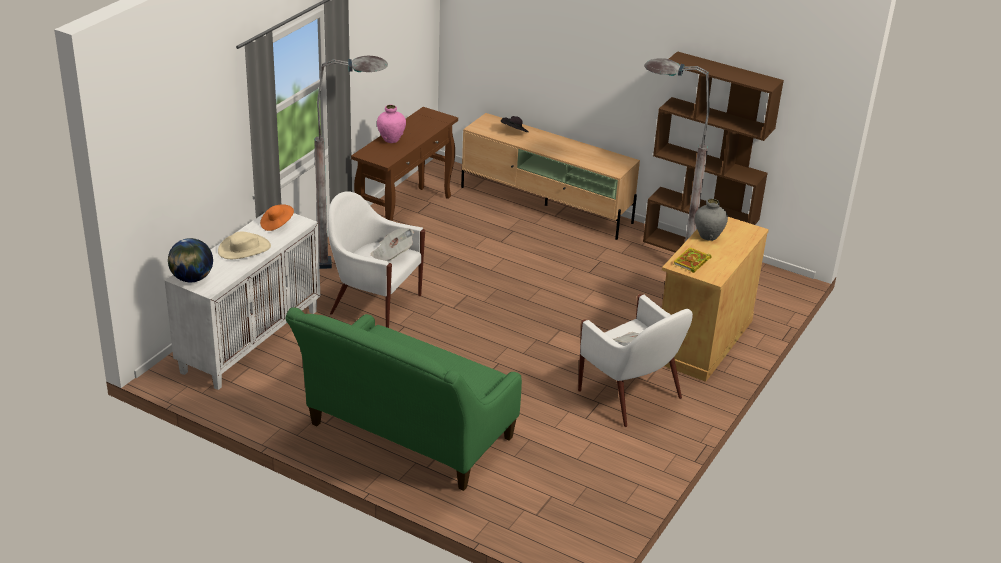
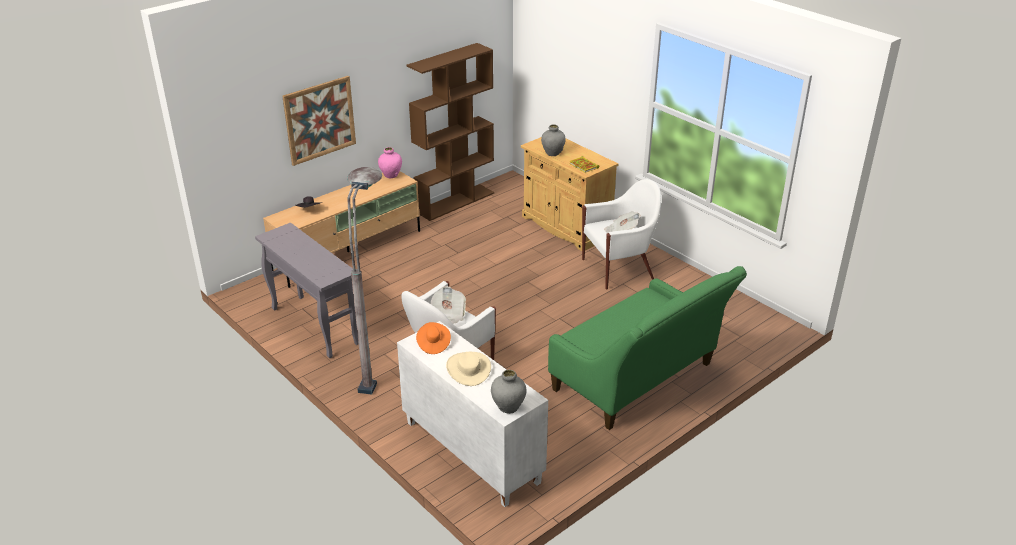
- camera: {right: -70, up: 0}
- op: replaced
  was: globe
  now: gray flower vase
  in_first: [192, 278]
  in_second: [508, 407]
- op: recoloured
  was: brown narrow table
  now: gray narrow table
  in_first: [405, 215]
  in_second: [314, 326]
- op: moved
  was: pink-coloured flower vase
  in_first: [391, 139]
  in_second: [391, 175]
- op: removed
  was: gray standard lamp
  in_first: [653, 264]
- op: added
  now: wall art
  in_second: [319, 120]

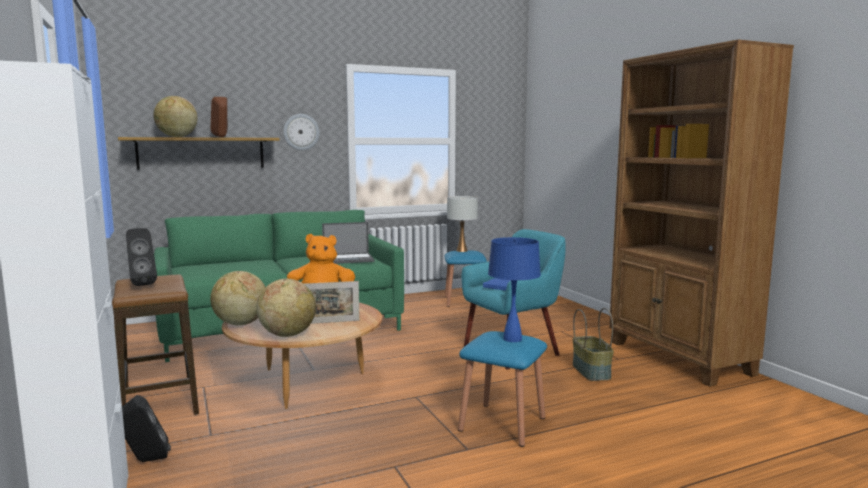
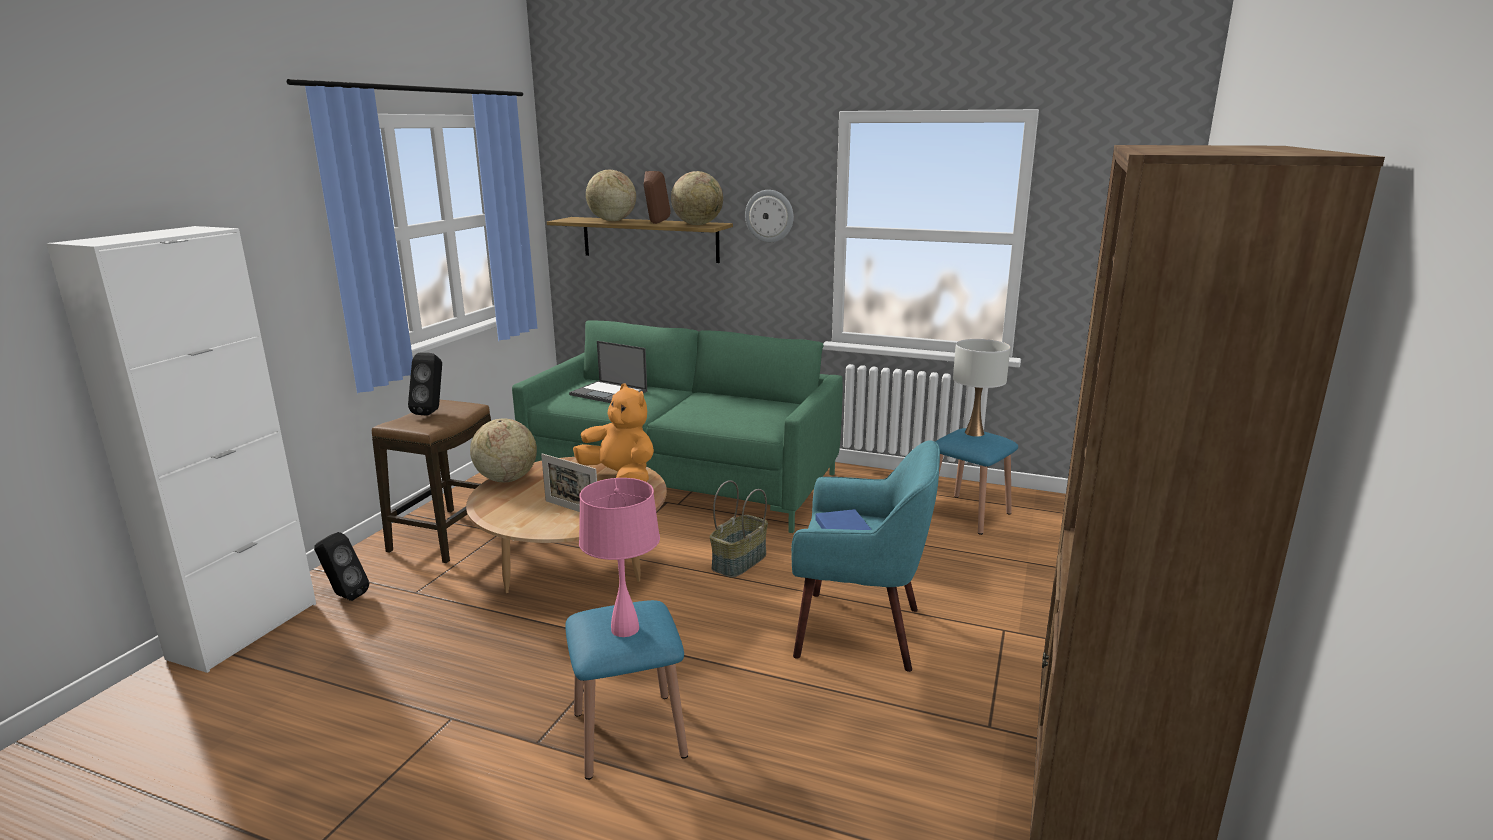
- camera: {right: 45, up: 10}
- op: moved
  was: globe
  in_first: [287, 334]
  in_second: [697, 224]
- op: moved
  was: portable computer
  in_first: [348, 259]
  in_second: [609, 393]
- op: recoloured
  was: blue lamp for a table
  now: pink-coloured lamp for a table
  in_first: [513, 339]
  in_second: [625, 629]
- op: moved
  was: storage basket
  in_first: [592, 371]
  in_second: [739, 562]

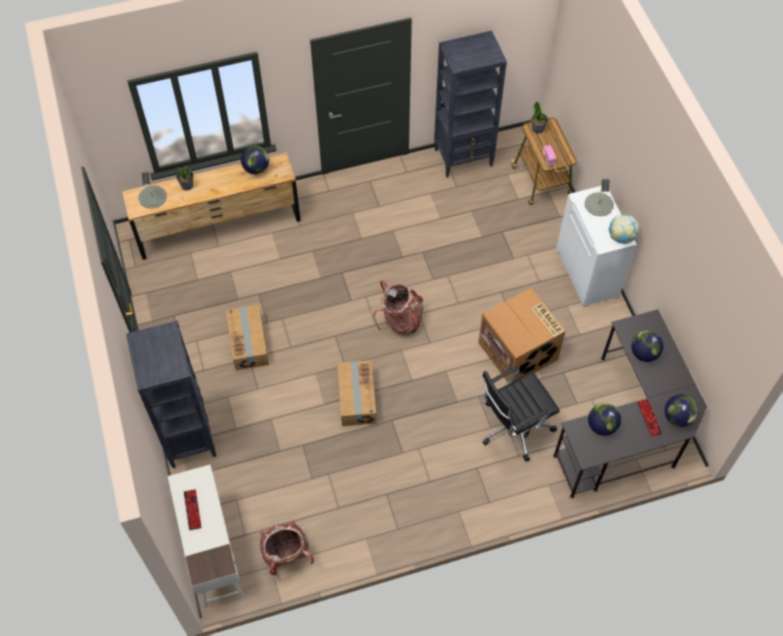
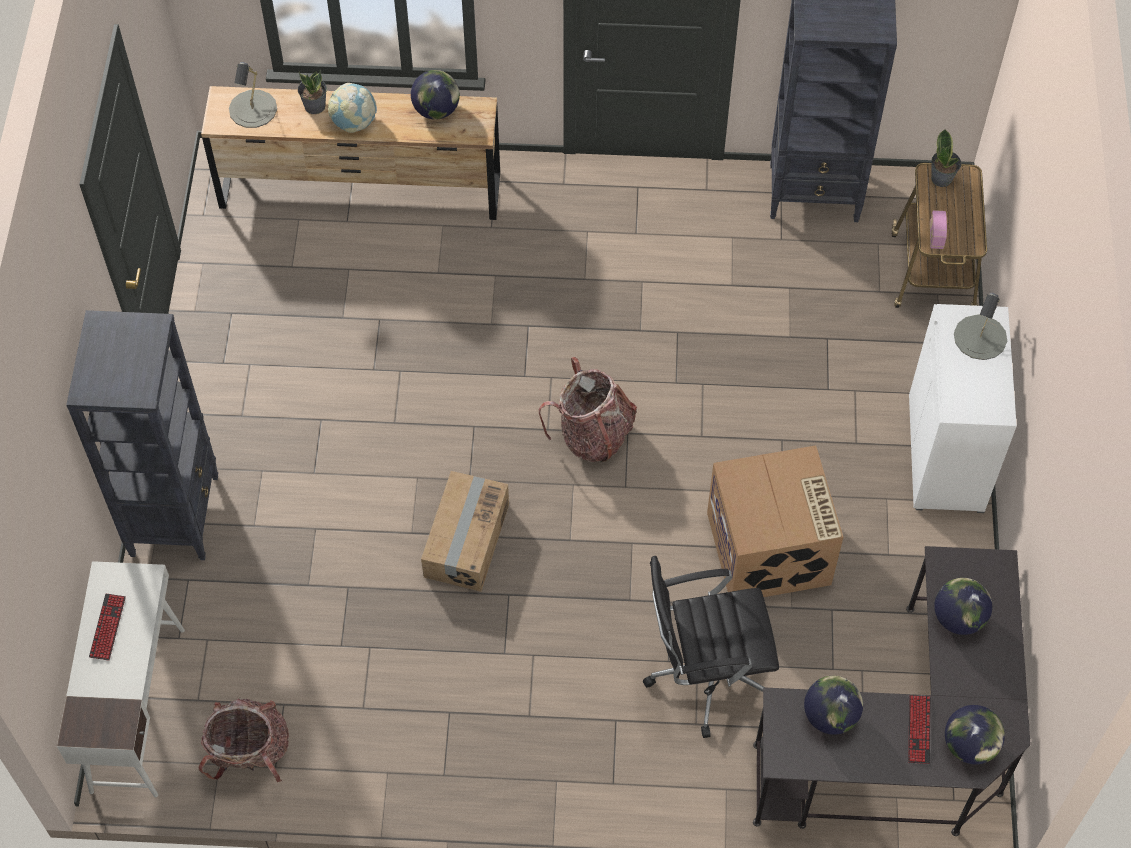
- camera: {right: 20, up: 0}
- op: removed
  was: cardboard box
  in_first: [249, 343]
- op: moved
  was: globe
  in_first: [621, 237]
  in_second: [354, 123]

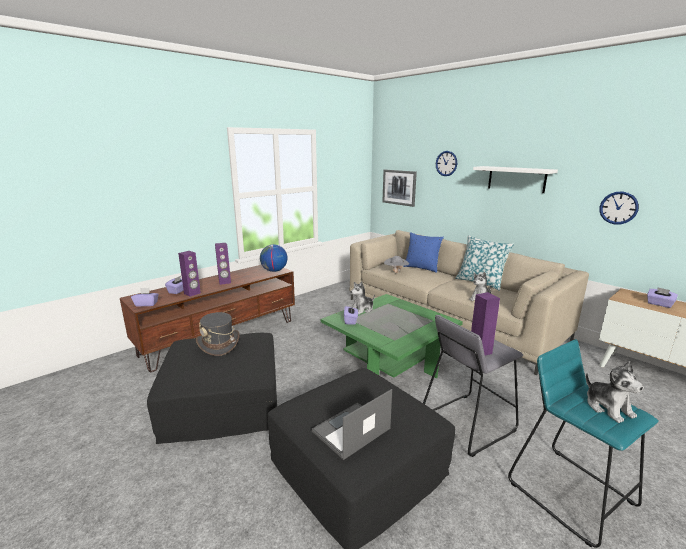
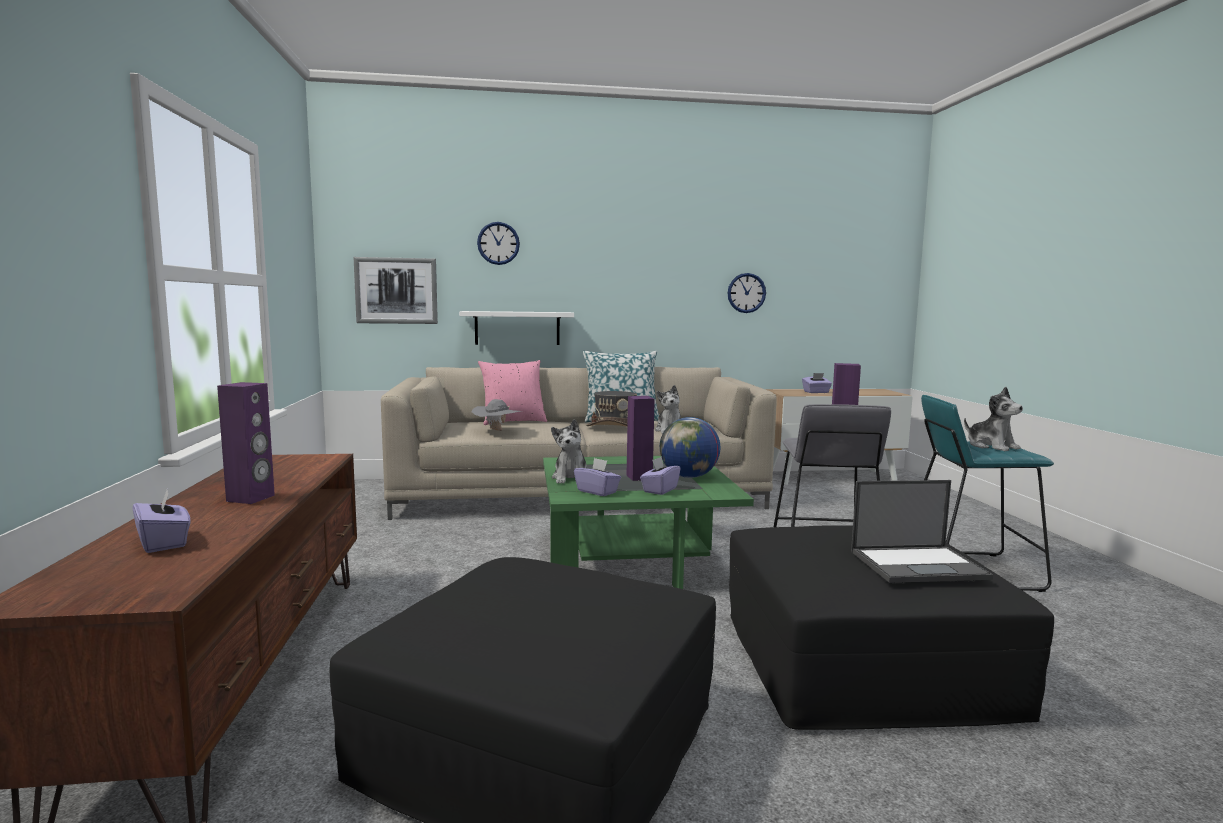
- camera: {right: -55, up: -10}
- op: moved
  was: purple box of tissues
  in_first: [146, 304]
  in_second: [659, 490]
- op: moved
  was: purple loudspeaker
  in_first: [192, 293]
  in_second: [639, 477]
- op: moved
  was: gray hat
  in_first: [219, 344]
  in_second: [615, 427]
- op: moved
  was: globe
  in_first: [274, 271]
  in_second: [689, 476]
- op: turned
  was: portable computer
  in_first: [350, 430]
  in_second: [919, 564]
  clockwise: -90
- op: recoloured
  was: blue pillow
  now: pink-coloured pillow
  in_first: [422, 268]
  in_second: [513, 422]
- op: moved
  was: whitish shelf
  in_first: [516, 179]
  in_second: [517, 328]
- op: turned
  was: plush toy
  in_first: [608, 408]
  in_second: [991, 446]
  clockwise: 45

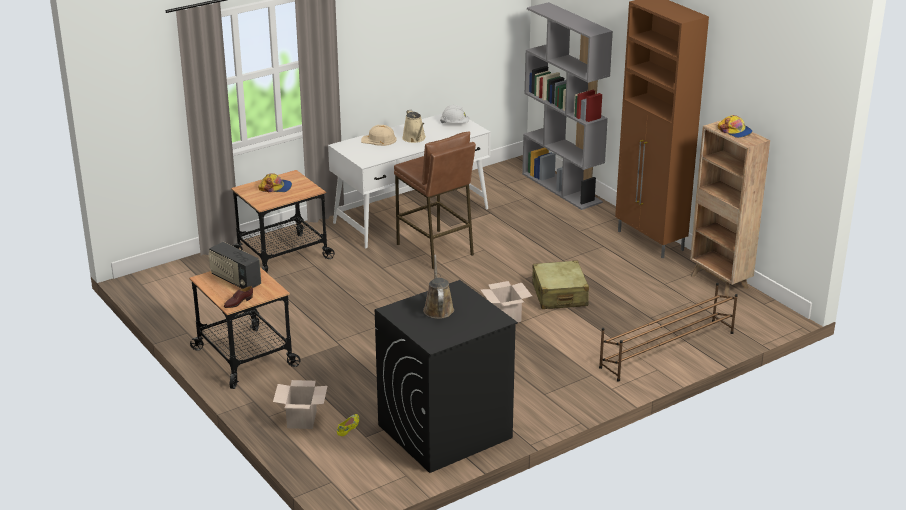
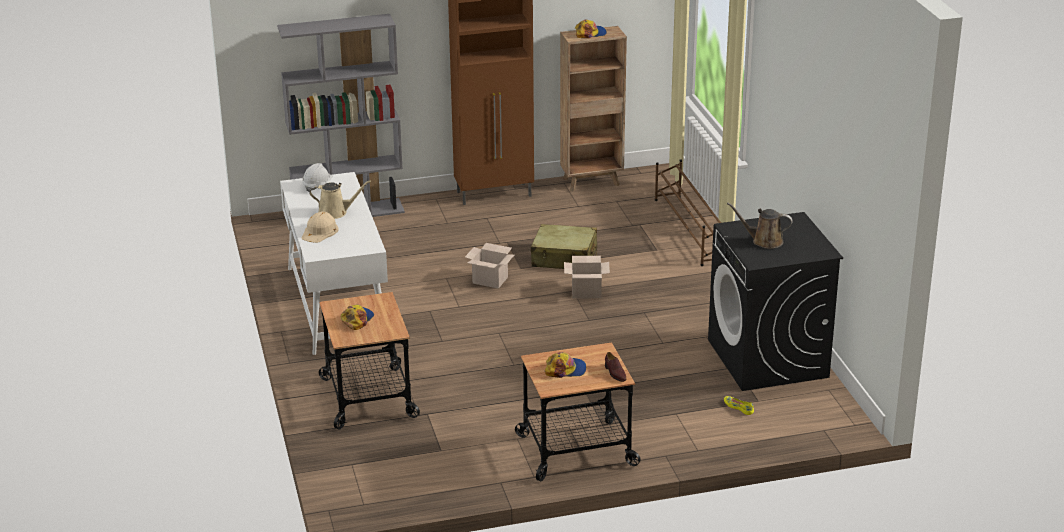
- camera: {right: -70, up: 0}
- op: replaced
  was: radio
  now: cap
  in_first: [235, 280]
  in_second: [565, 369]
- op: moved
  was: cardboard box
  in_first: [302, 420]
  in_second: [491, 280]
- op: removed
  was: brown stool
  in_first: [435, 249]

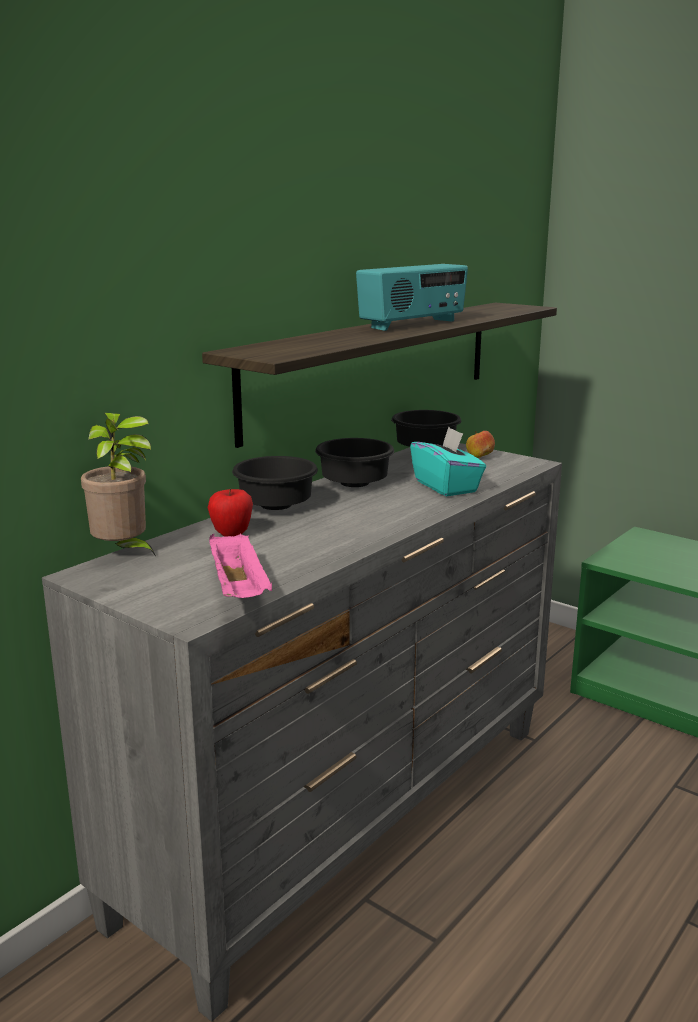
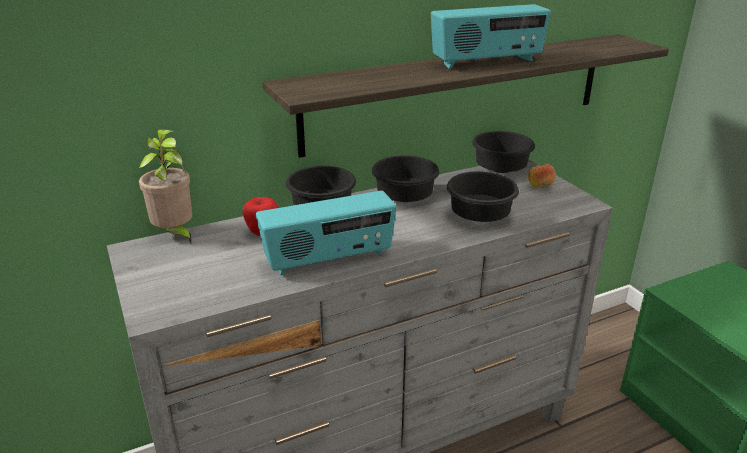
- camera: {right: 25, up: 10}
- op: removed
  was: pink-coloured tray
  in_first: [239, 590]
- op: replaced
  was: turquoise-coloured box of tissues
  now: black deep dish
  in_first: [446, 486]
  in_second: [477, 216]
- op: added
  now: radio
  in_second: [329, 259]

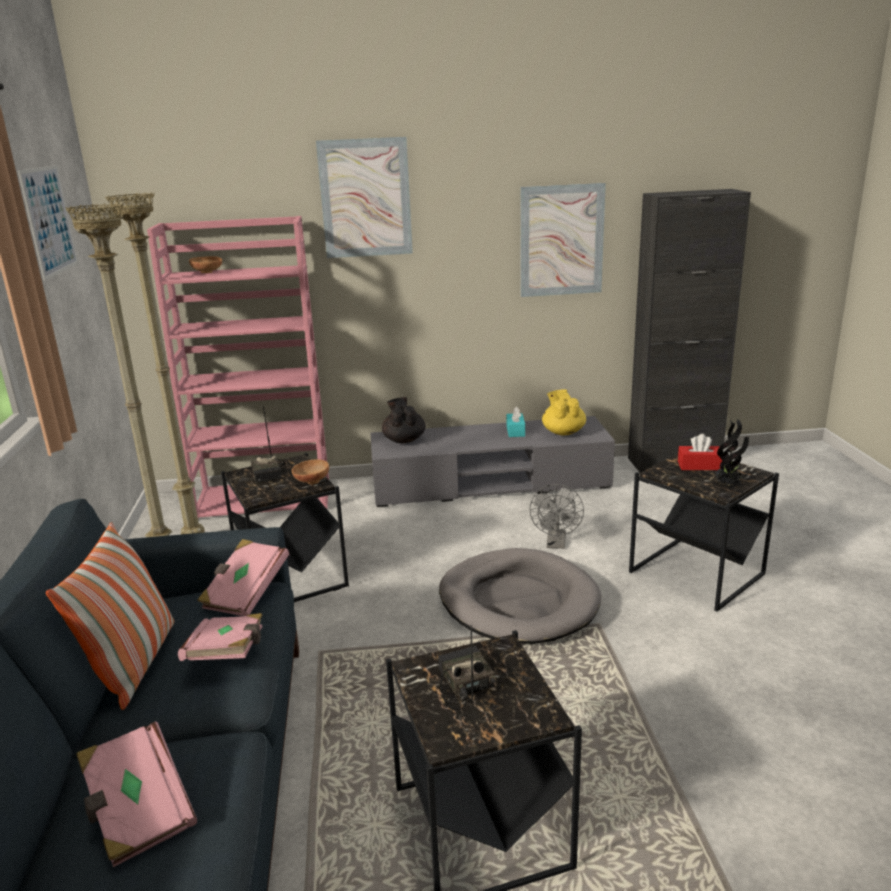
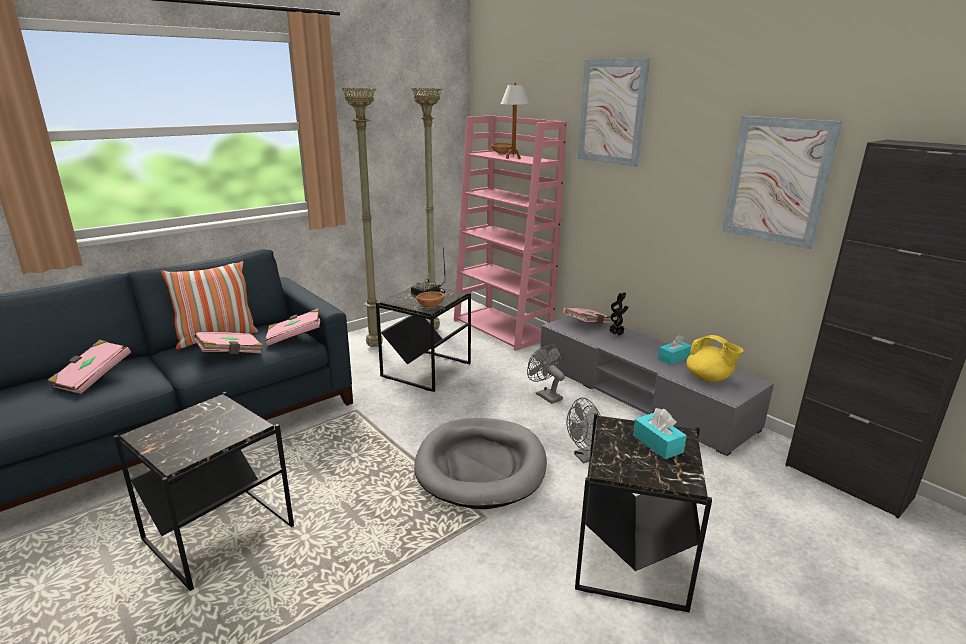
- camera: {right: 55, up: 0}
- op: removed
  was: wall art
  in_first: [49, 221]
- op: replaced
  was: black teapot
  now: pink-coloured volume
  in_first: [404, 440]
  in_second: [587, 324]
- op: removed
  was: radio
  in_first: [463, 683]
- op: turned
  was: yellowish teapot
  in_first: [563, 432]
  in_second: [709, 378]
  clockwise: 90
- op: recoloured
  was: reddish box of tissues
  now: turquoise-coloured box of tissues
  in_first: [699, 466]
  in_second: [657, 444]
- op: moved
  was: potted plant
  in_first: [728, 484]
  in_second: [616, 335]
- op: added
  now: lamp for a table
  in_second: [513, 158]
- op: added
  now: gray cooling fan
  in_second: [545, 395]

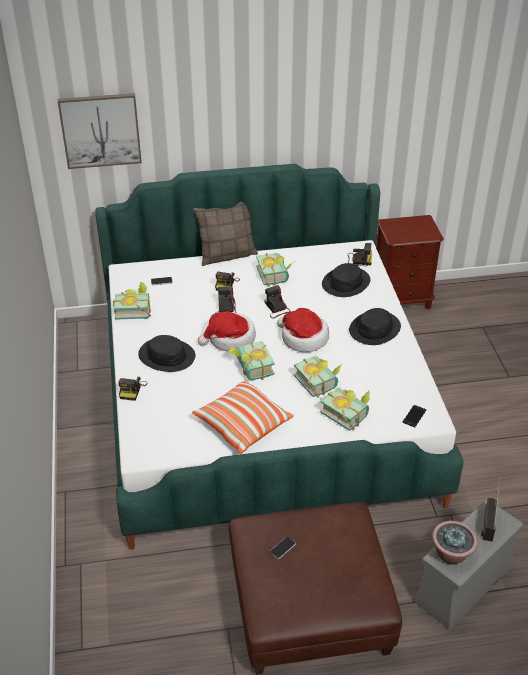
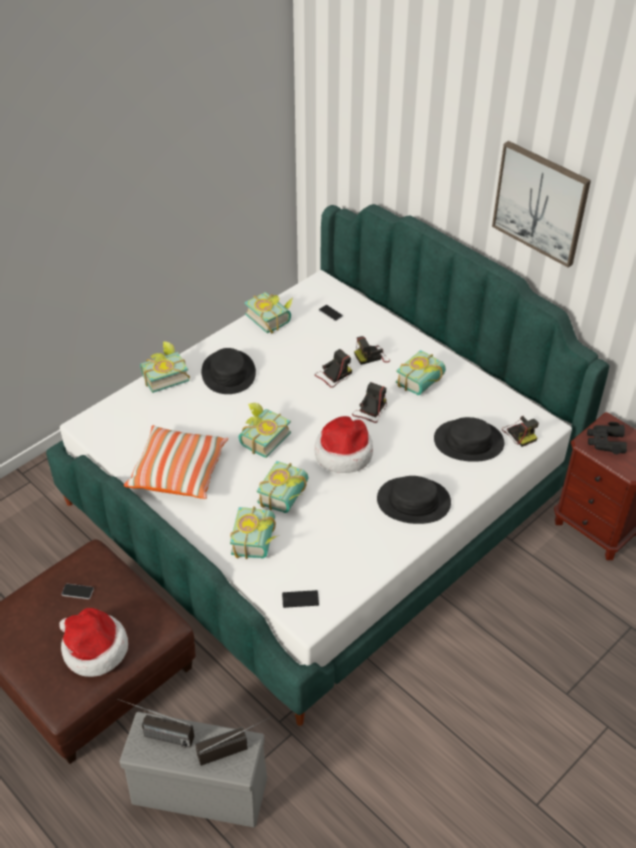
- camera: {right: 55, up: 5}
- op: moved
  was: wall art
  in_first: [100, 130]
  in_second: [540, 203]
- op: replaced
  was: still camera
  now: volume
  in_first: [132, 390]
  in_second: [164, 376]
- op: removed
  was: pillow
  in_first: [227, 255]
- op: moved
  was: hat
  in_first: [230, 339]
  in_second: [94, 649]
- op: replaced
  was: potted plant
  now: radio
  in_first: [451, 554]
  in_second: [156, 735]
- op: added
  now: black pair of binoculars
  in_second: [605, 442]

